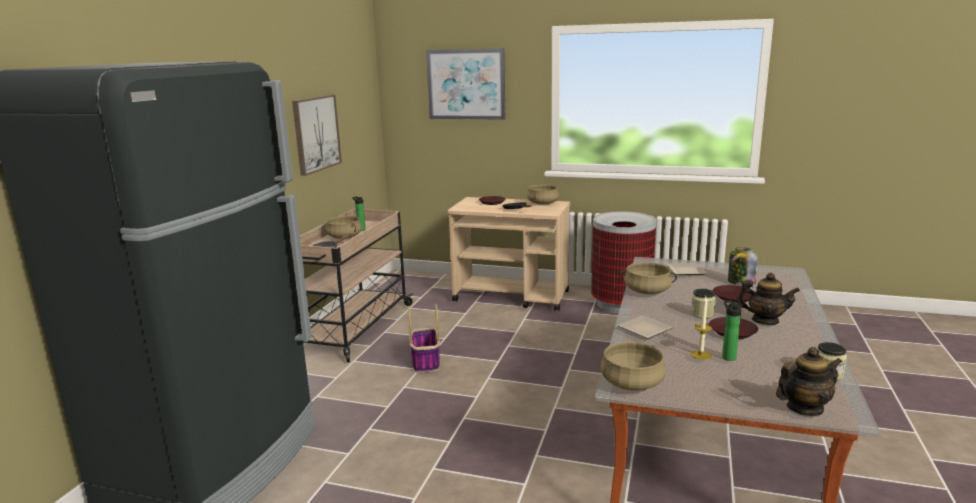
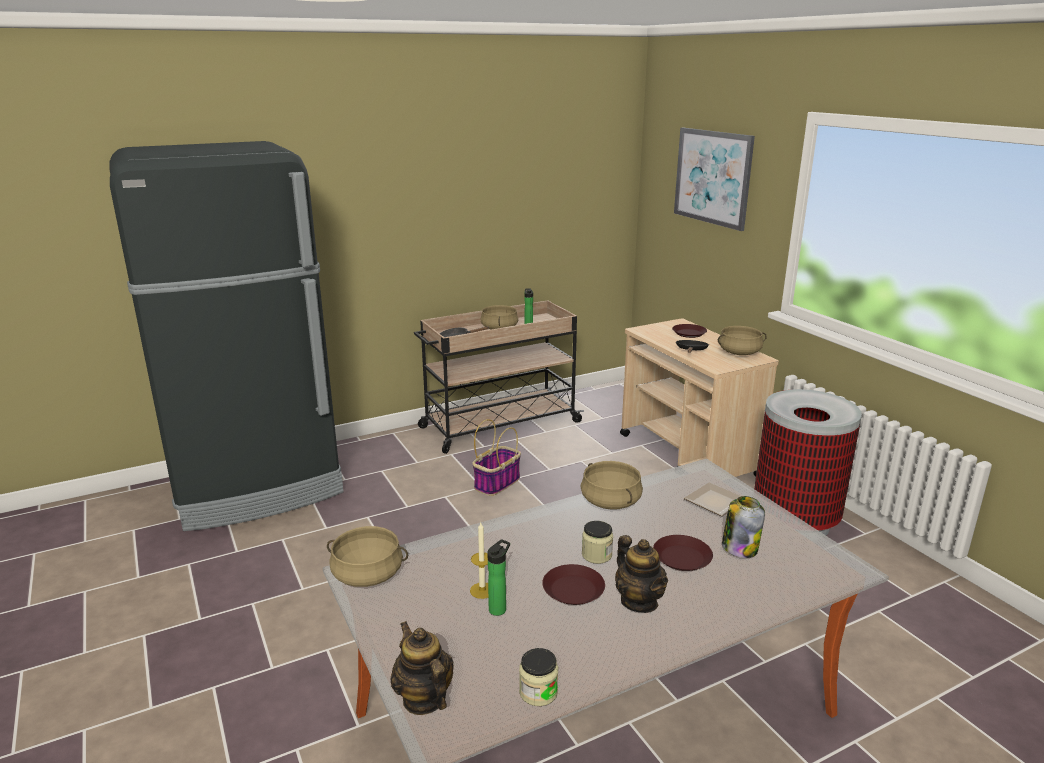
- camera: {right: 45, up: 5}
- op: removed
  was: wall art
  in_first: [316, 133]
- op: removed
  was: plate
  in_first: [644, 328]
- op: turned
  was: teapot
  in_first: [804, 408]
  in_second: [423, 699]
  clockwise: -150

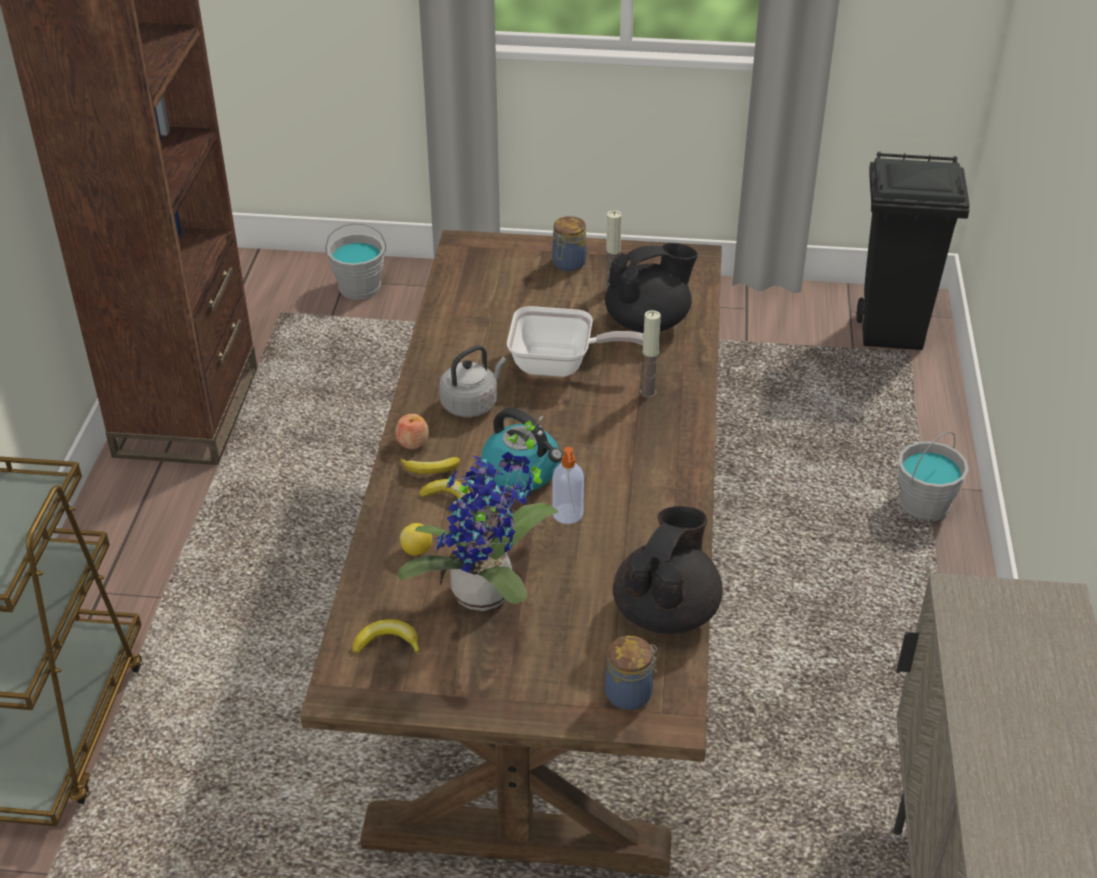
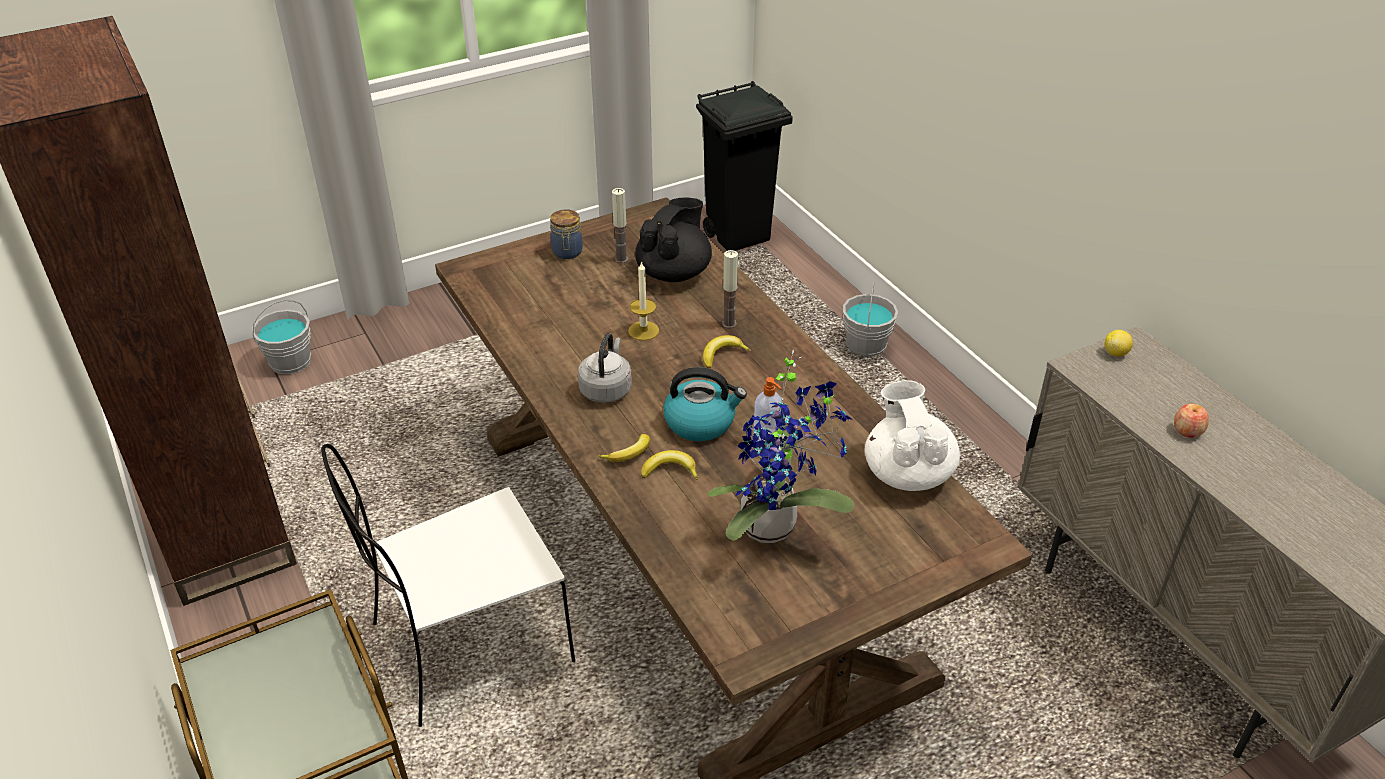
- camera: {right: -35, up: 0}
- op: moved
  was: banana fruit
  in_first: [388, 644]
  in_second: [722, 355]
- op: moved
  was: apple
  in_first: [412, 442]
  in_second: [1187, 430]
- op: moved
  was: citrus fruit
  in_first: [417, 550]
  in_second: [1115, 353]
- op: replaced
  was: pan
  now: candle
  in_first: [560, 365]
  in_second: [643, 330]
- op: removed
  was: jar
  in_first: [630, 694]
- op: recoloured
  was: black teapot
  now: whitish teapot
  in_first: [666, 611]
  in_second: [907, 472]
- op: added
  now: whitish upright chair
  in_second: [467, 645]

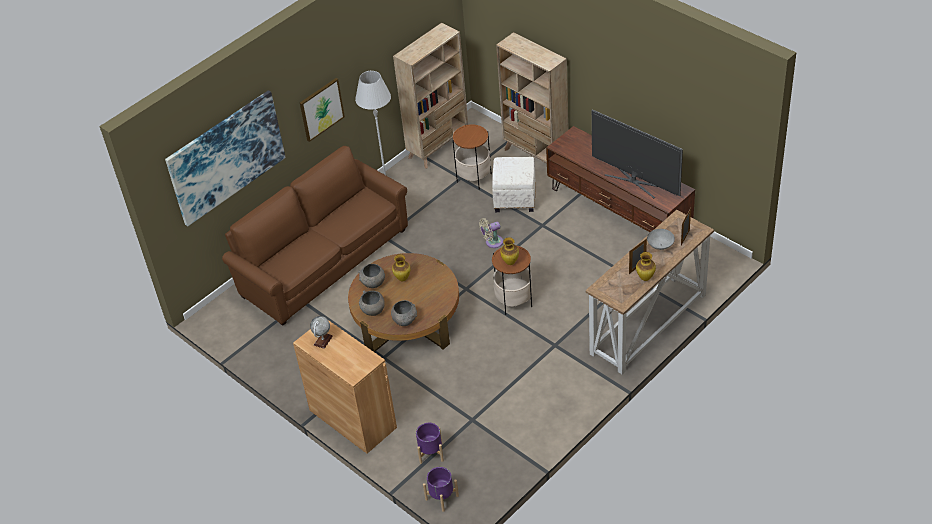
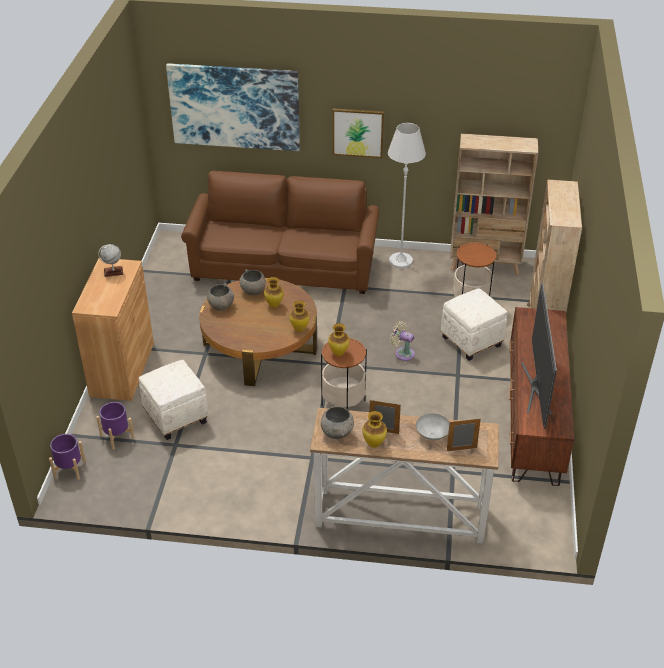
- camera: {right: 50, up: -5}
- op: moved
  was: gray deep dish
  in_first: [405, 320]
  in_second: [337, 433]
- op: added
  now: whitish pouffe
  in_second: [175, 417]
- op: added
  now: flower vase
  in_second: [299, 329]

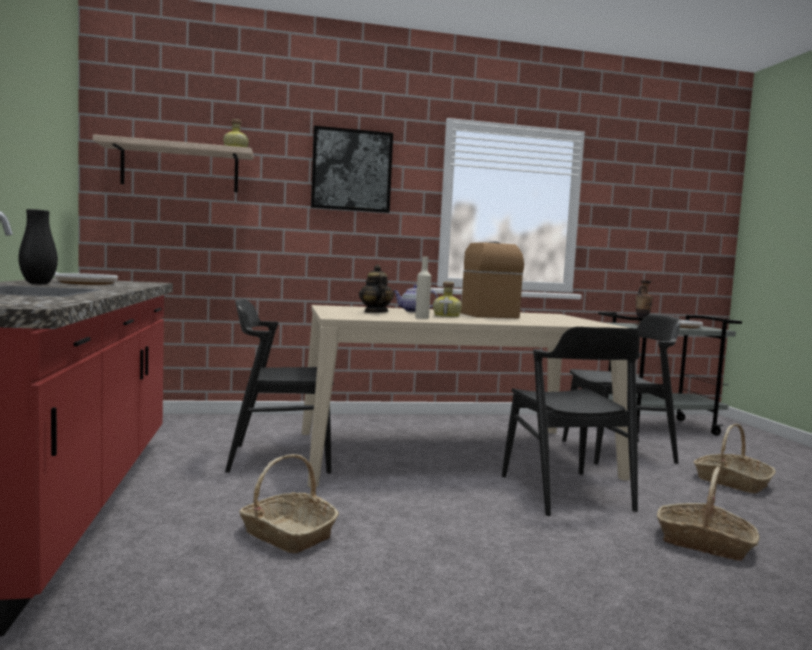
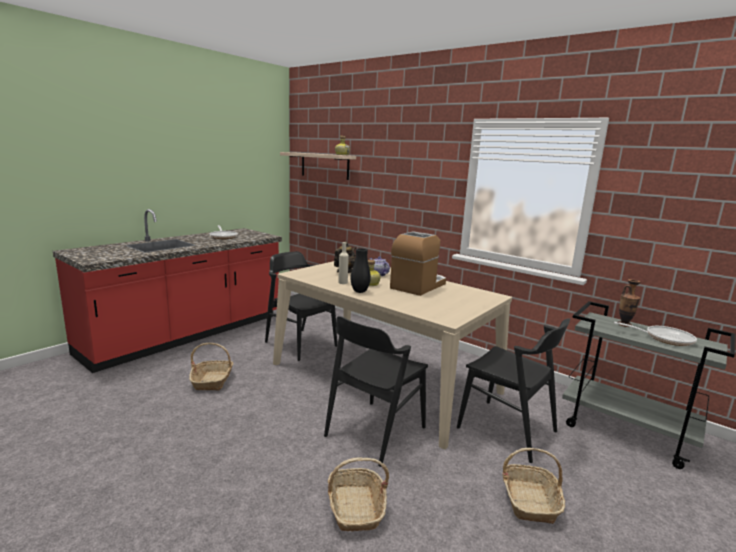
- camera: {right: 50, up: 10}
- op: moved
  was: black flower vase
  in_first: [38, 284]
  in_second: [359, 291]
- op: removed
  was: wall art
  in_first: [351, 170]

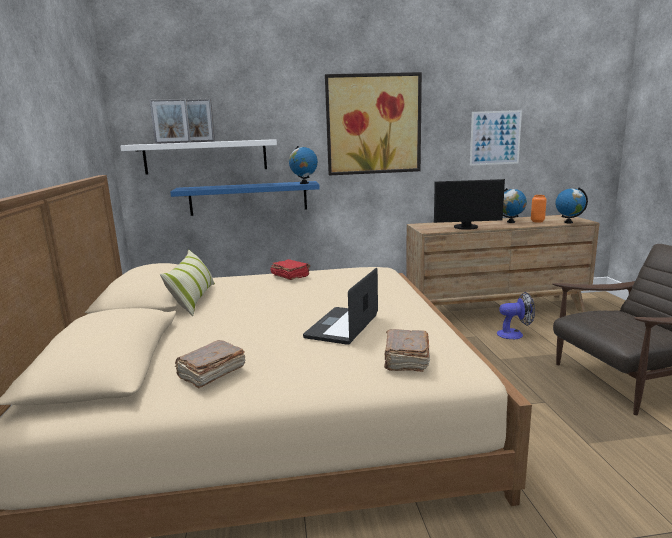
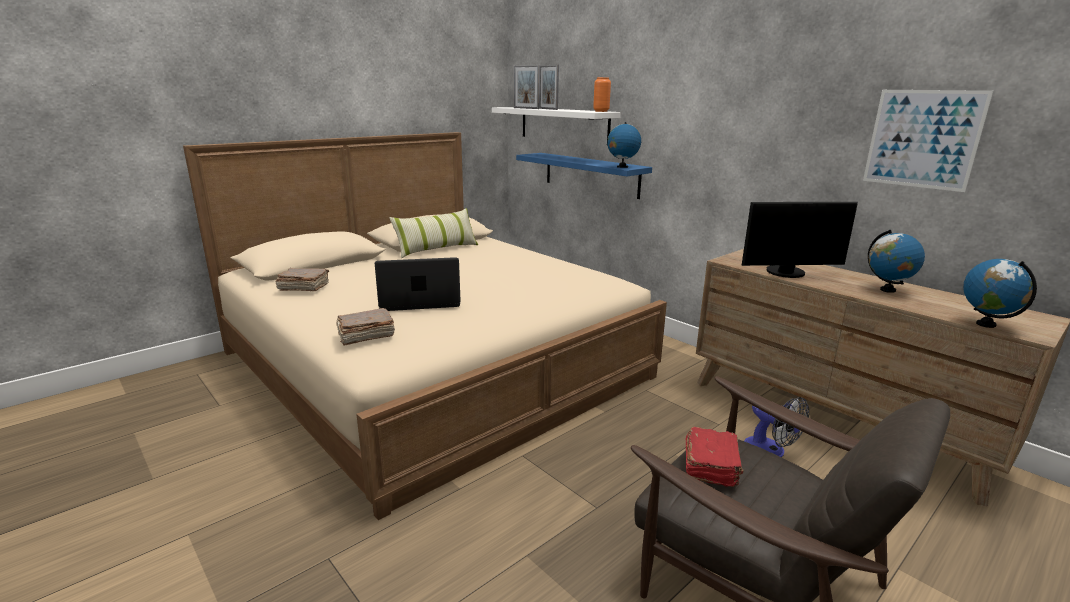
- camera: {right: 55, up: 5}
- op: moved
  was: reddish volume
  in_first: [290, 276]
  in_second: [711, 466]
- op: removed
  was: wall art
  in_first: [373, 124]
- op: turned
  was: computer screen
  in_first: [466, 227]
  in_second: [787, 273]
  clockwise: -60
- op: moved
  was: orangey flower vase
  in_first: [537, 221]
  in_second: [601, 111]

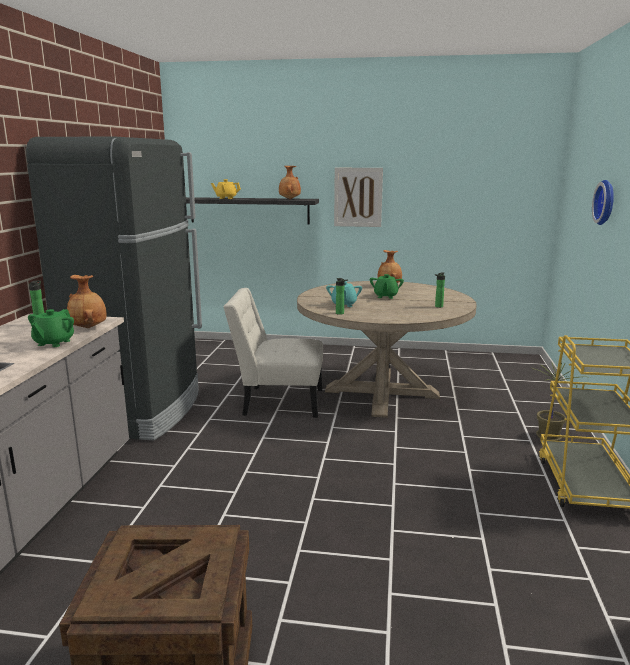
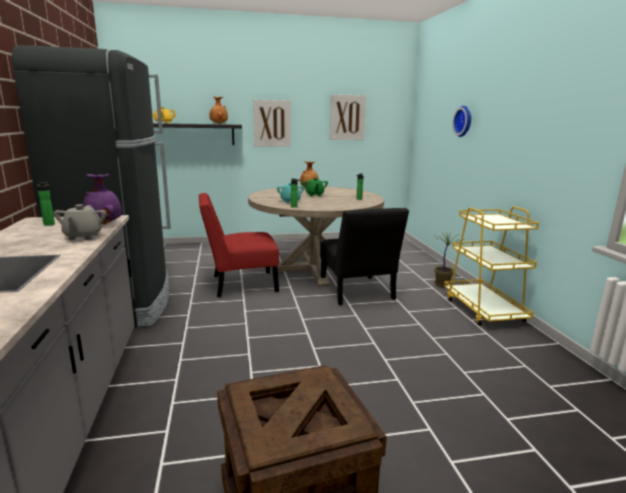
- camera: {right: -20, up: 0}
- op: recoloured
  was: green teapot
  now: gray teapot
  in_first: [53, 343]
  in_second: [83, 236]
- op: recoloured
  was: brown flower vase
  now: purple flower vase
  in_first: [89, 327]
  in_second: [105, 224]
- op: recoloured
  was: whitish upright chair
  now: reddish upright chair
  in_first: [278, 401]
  in_second: [240, 284]
- op: added
  now: black upright chair
  in_second: [357, 292]
- op: added
  now: wall art
  in_second: [347, 117]

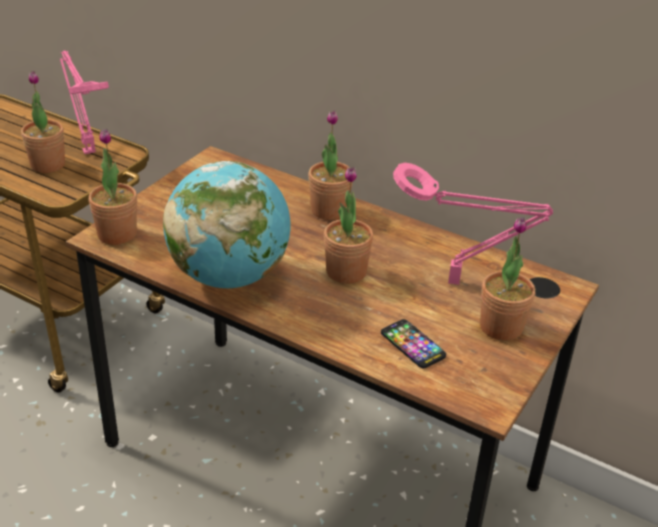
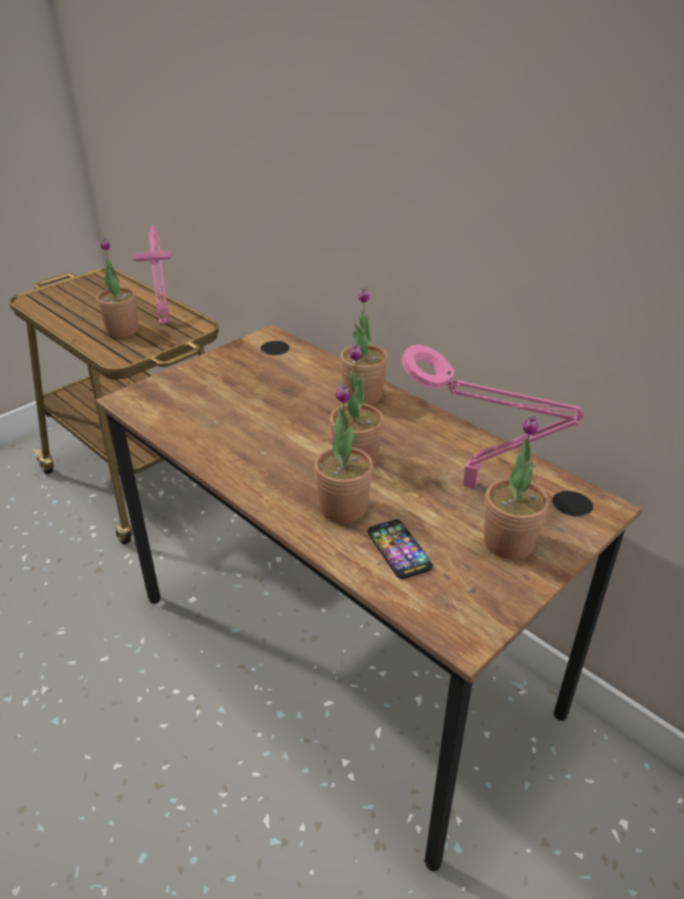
- camera: {right: 15, up: 0}
- op: moved
  was: potted plant
  in_first: [117, 234]
  in_second: [343, 508]
- op: removed
  was: globe
  in_first: [229, 276]

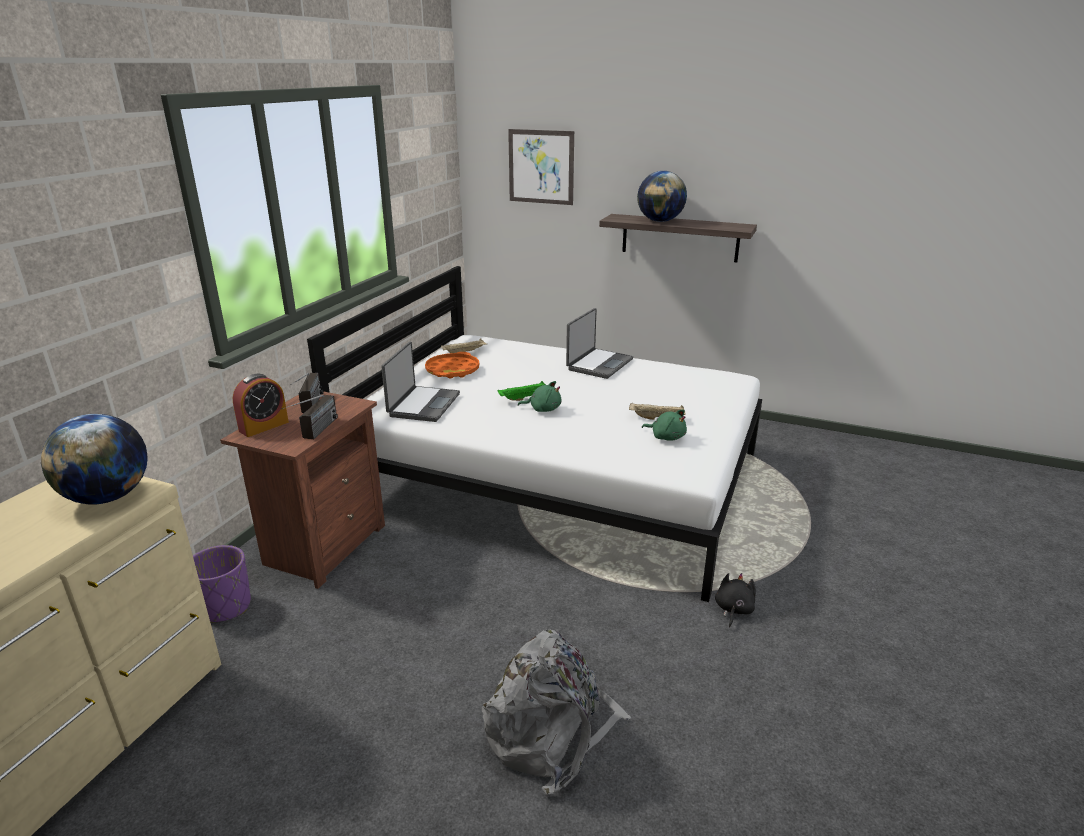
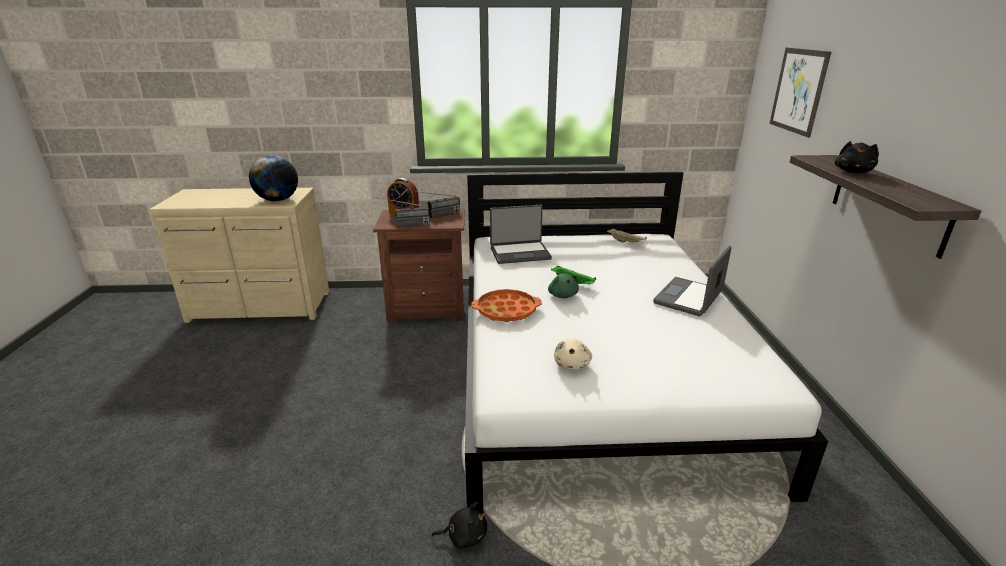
- camera: {right: 65, up: 0}
- op: removed
  was: purple planter
  in_first: [225, 607]
- op: moved
  was: orangey tray
  in_first: [452, 370]
  in_second: [506, 310]
- op: removed
  was: gray rucksack
  in_first: [551, 732]
- op: turned
  was: portable computer
  in_first: [598, 364]
  in_second: [689, 298]
  clockwise: 120
- op: removed
  was: sand-coloured tray
  in_first: [657, 418]
- op: replaced
  was: globe
  now: black plush toy
  in_first: [660, 221]
  in_second: [853, 172]
- op: recoloured
  was: green plush toy
  now: sand-coloured plush toy
  in_first: [666, 437]
  in_second: [572, 364]

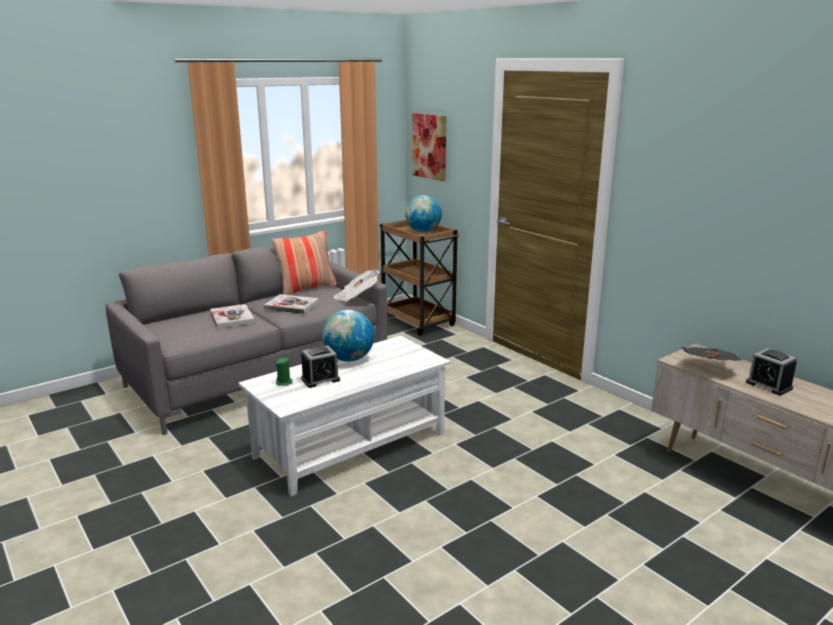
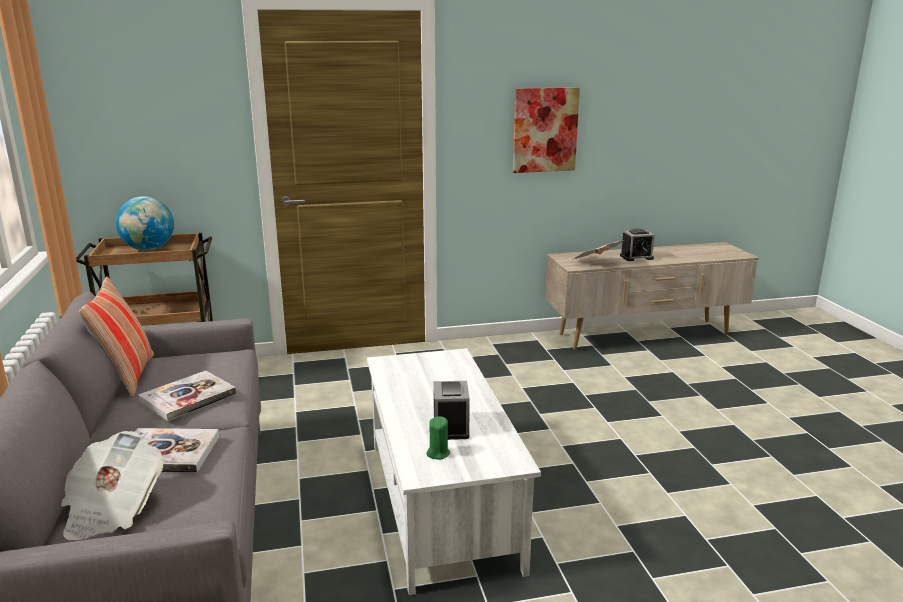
- camera: {right: -65, up: 0}
- op: removed
  was: globe
  in_first: [349, 359]
- op: moved
  was: daily paper
  in_first: [356, 297]
  in_second: [112, 509]
- op: moved
  was: wall art
  in_first: [430, 146]
  in_second: [545, 130]

